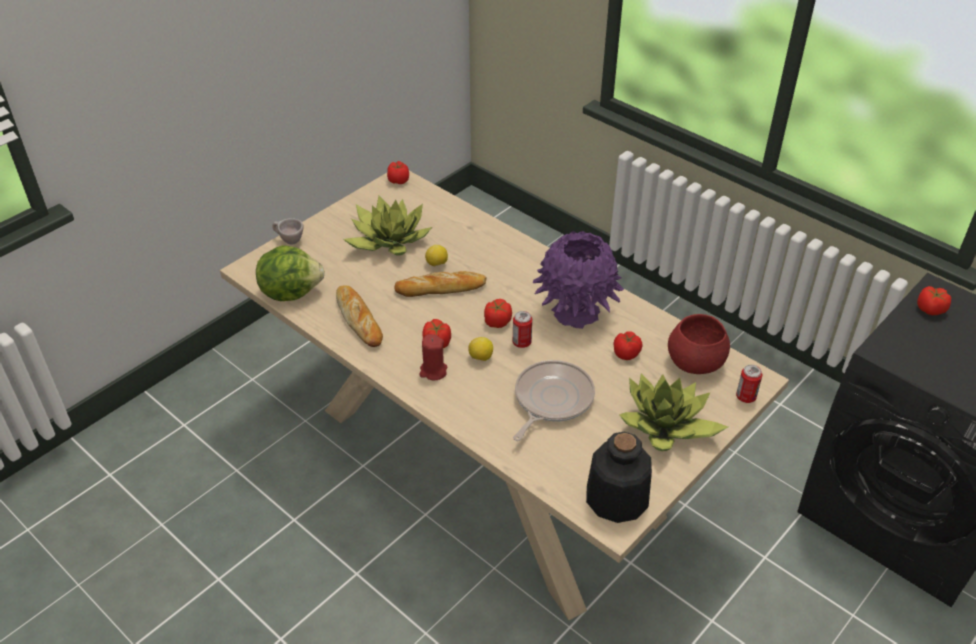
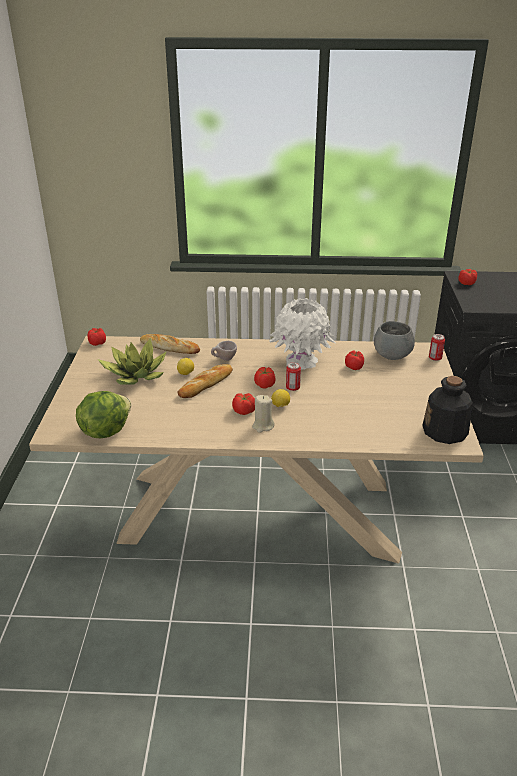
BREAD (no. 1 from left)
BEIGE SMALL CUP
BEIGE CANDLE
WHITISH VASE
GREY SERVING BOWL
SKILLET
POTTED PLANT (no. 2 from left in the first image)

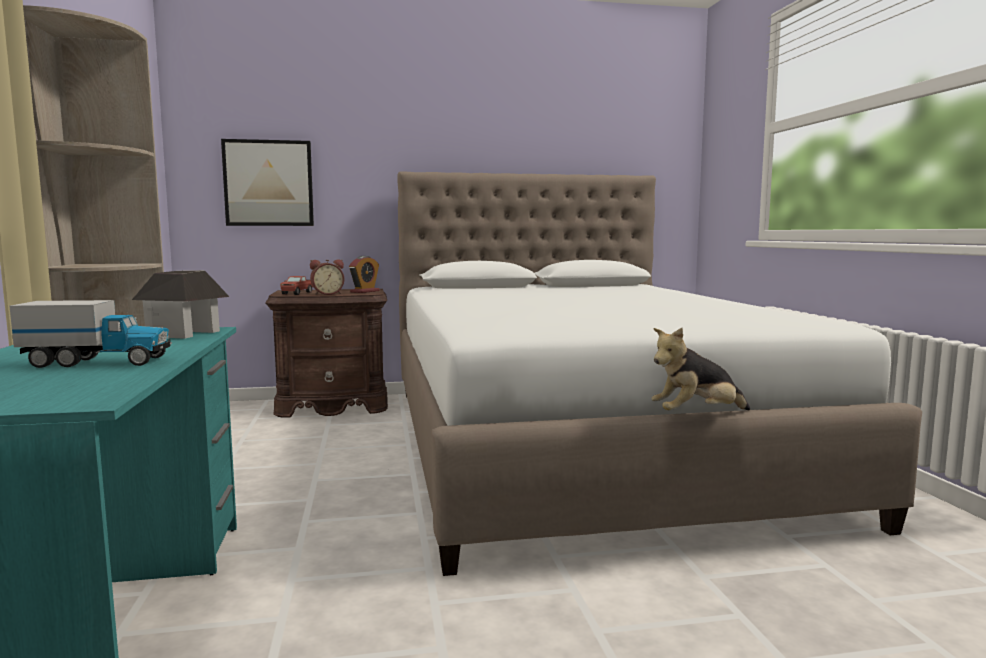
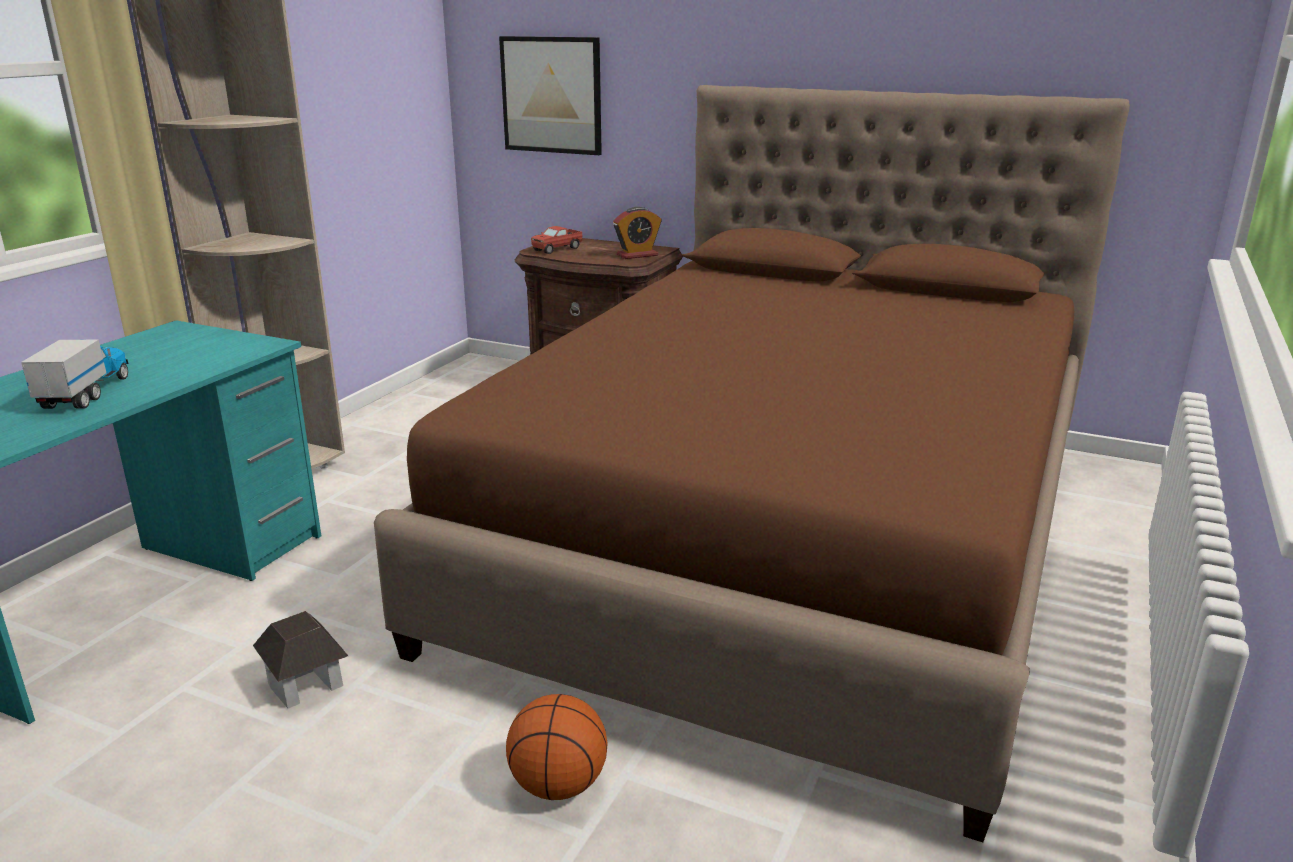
TOY LORRY (no. 1 from left)
MINIATURE HOUSE
BROWN-COLOURED SLEEPING BED
BASKETBALL BALL
ALARM CLOCK (no. 1 from left in the first image)
CUDDLY TOY

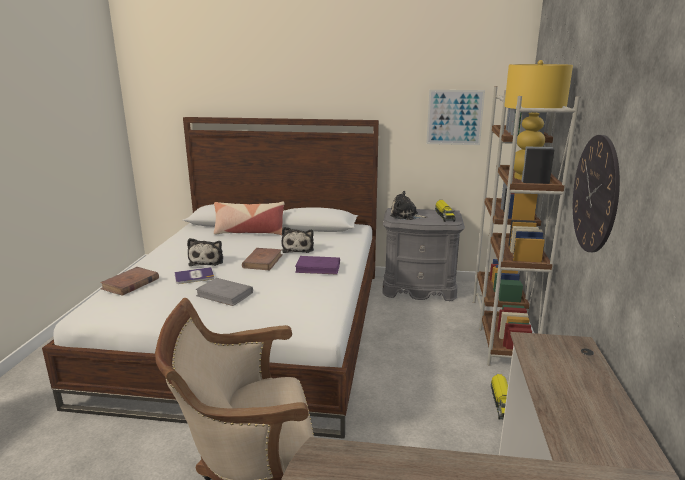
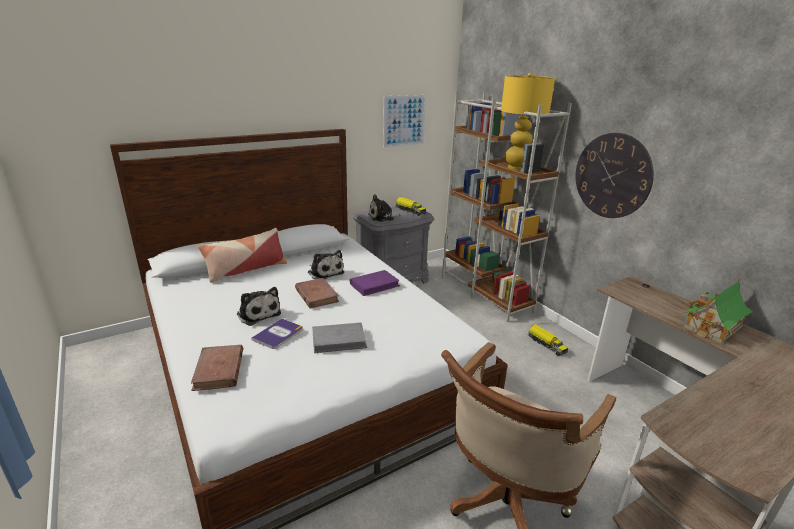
MINIATURE HOUSE

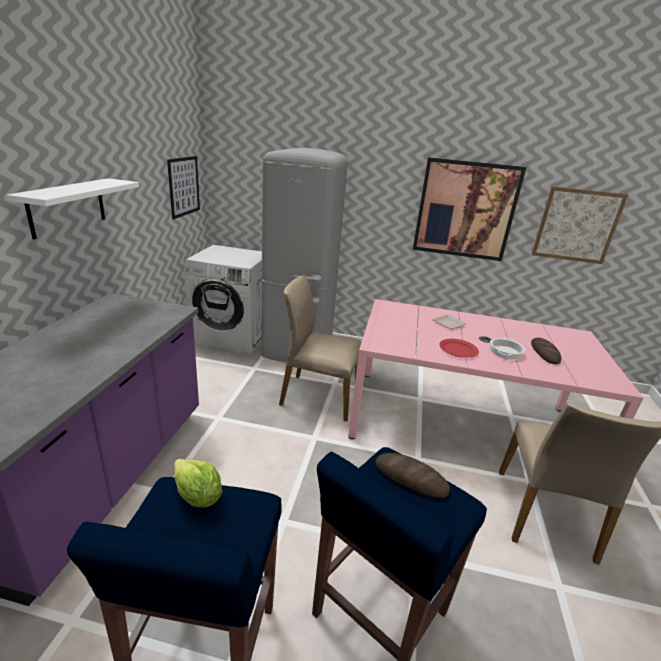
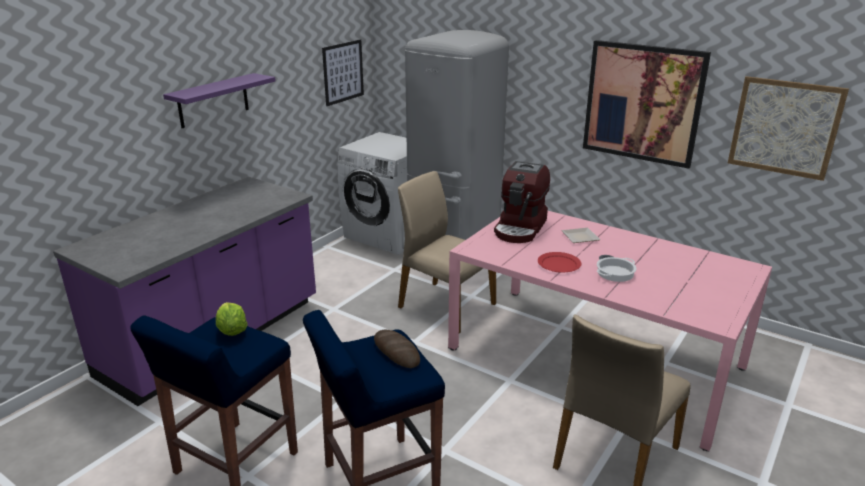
PURPLISH BRACKET SHELF
COFFEE BREWER
BREAD (no. 2 from left in the first image)

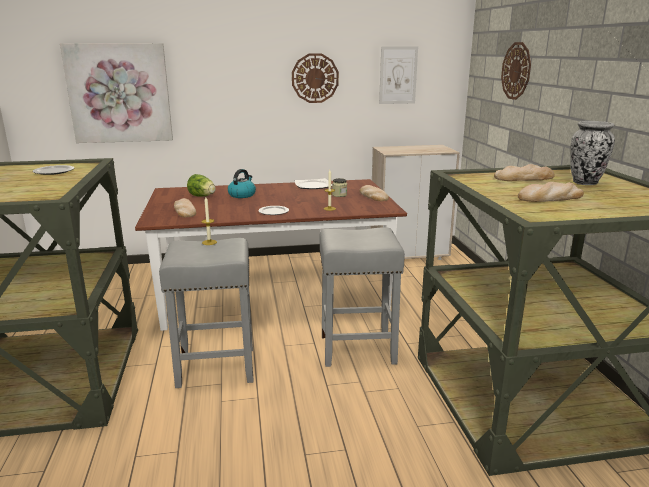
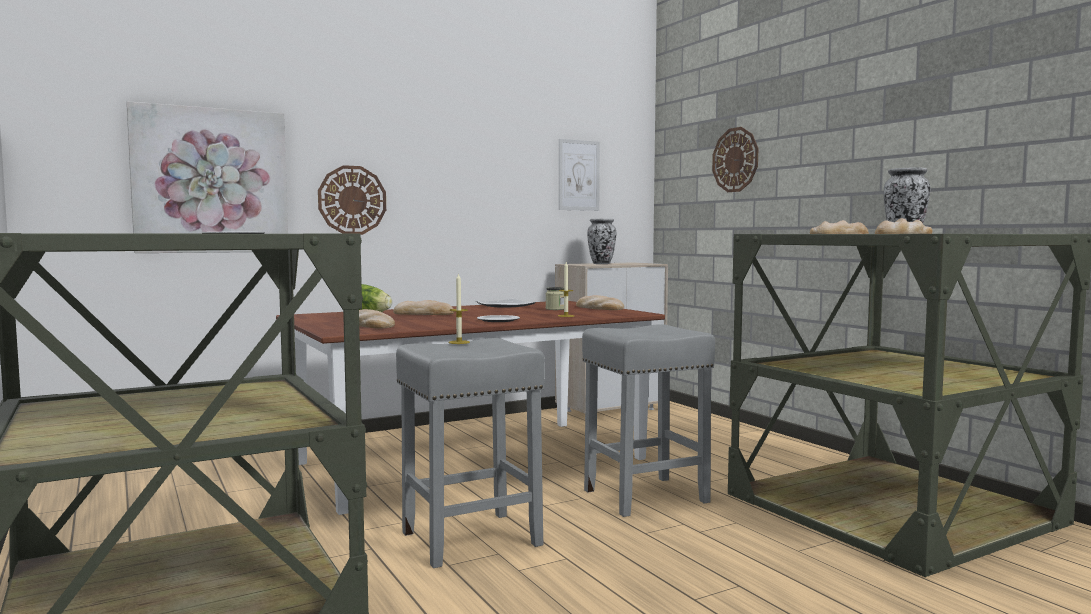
HANGING CLOCK (no. 1 from left)
BREAD (no. 2 from left)
VASE (no. 1 from left)

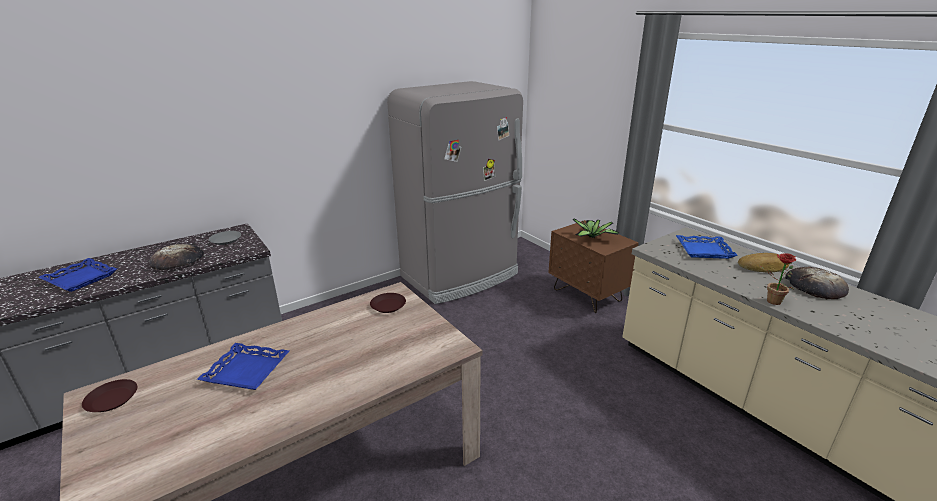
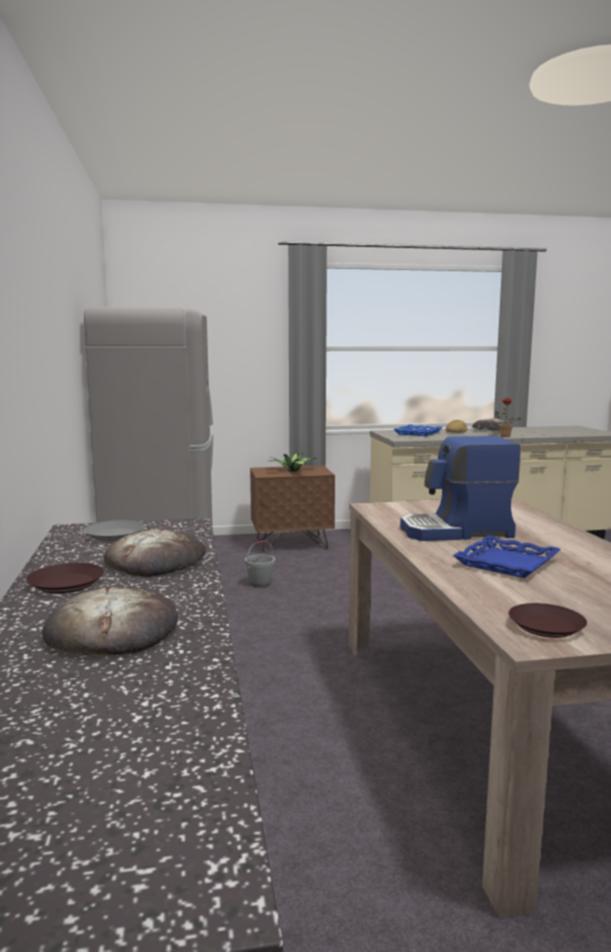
BROWN-COLOURED DINNER PLATE (no. 1 from left)
BREAD (no. 1 from left)
GREY PAIL
COFFEE BREWER

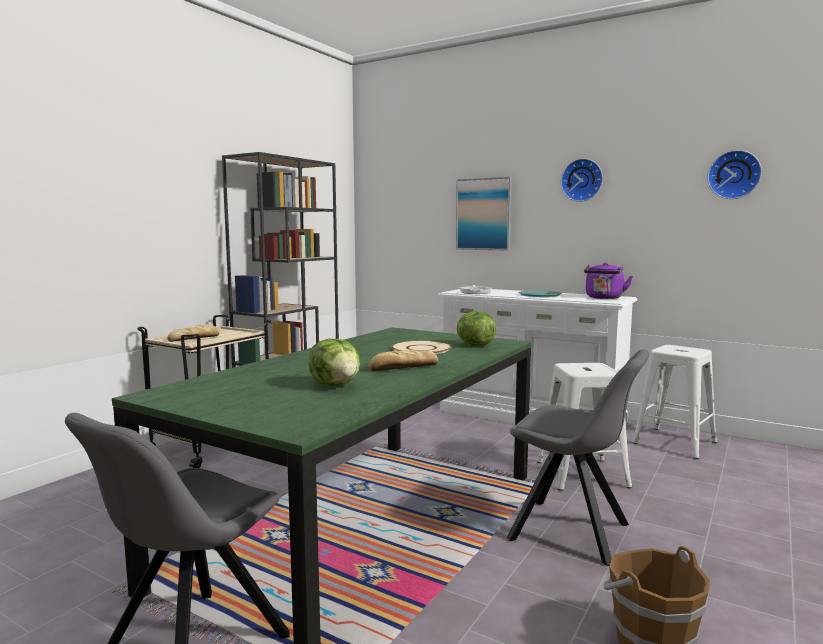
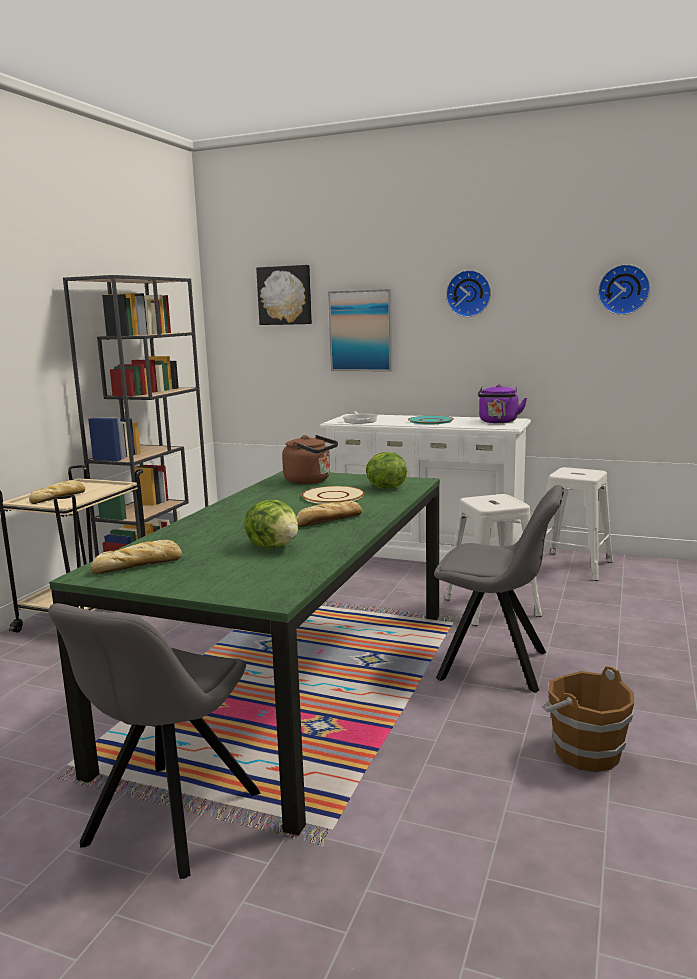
BREAD (no. 2 from left)
WALL ART (no. 1 from left)
BROWN-COLOURED WATER KETTLE

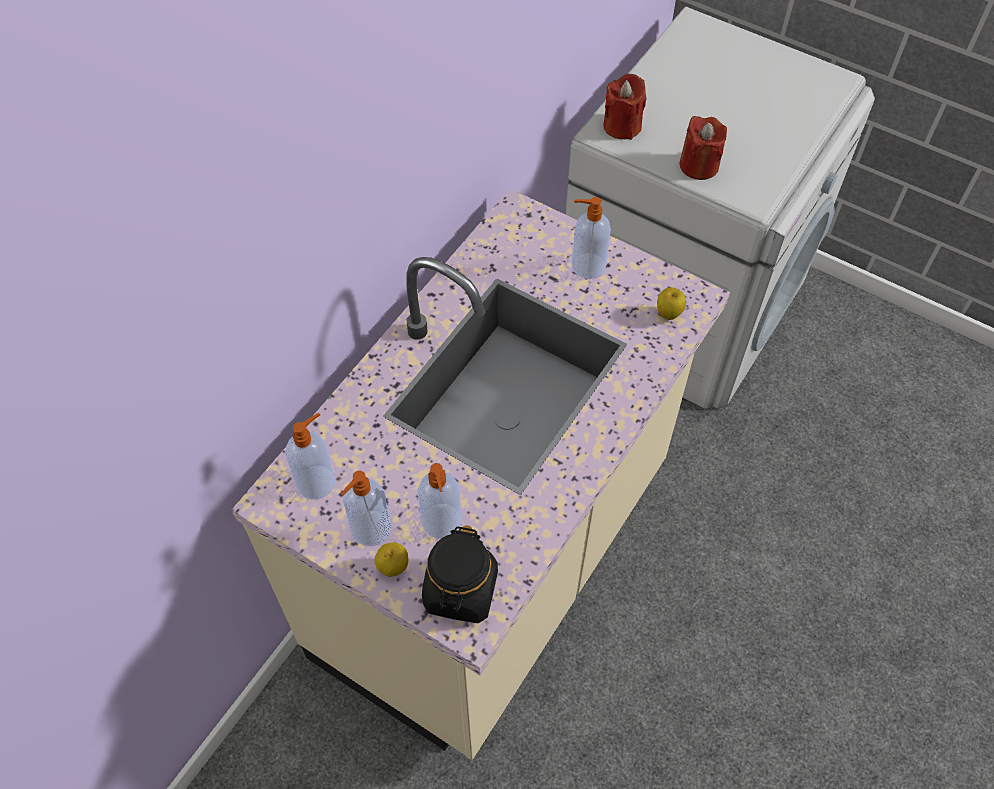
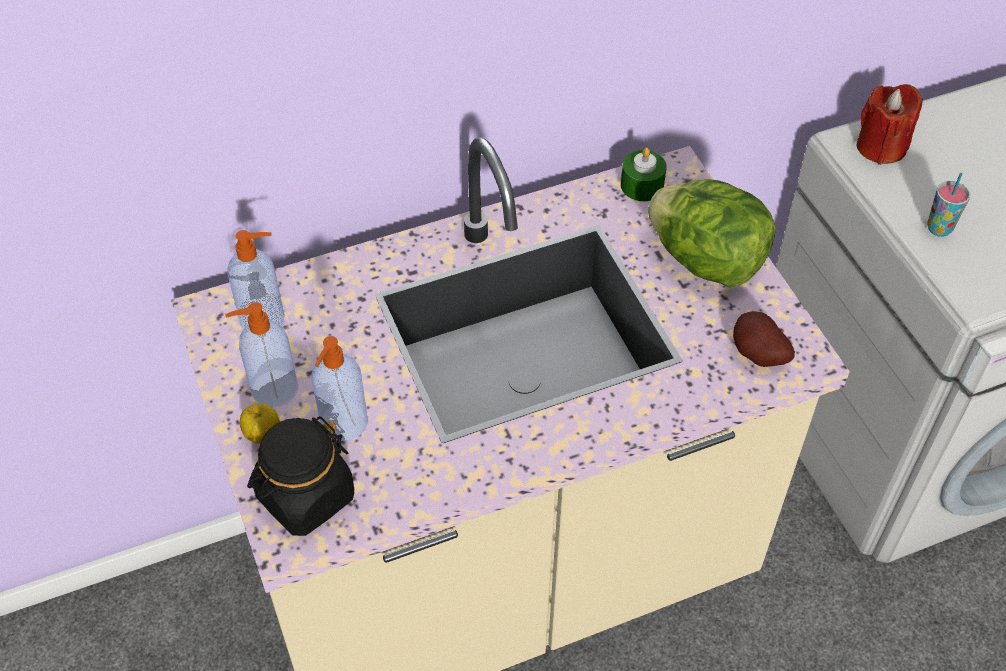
GREEN CANDLE
LETTUCE
POTATO
SMALL CUP

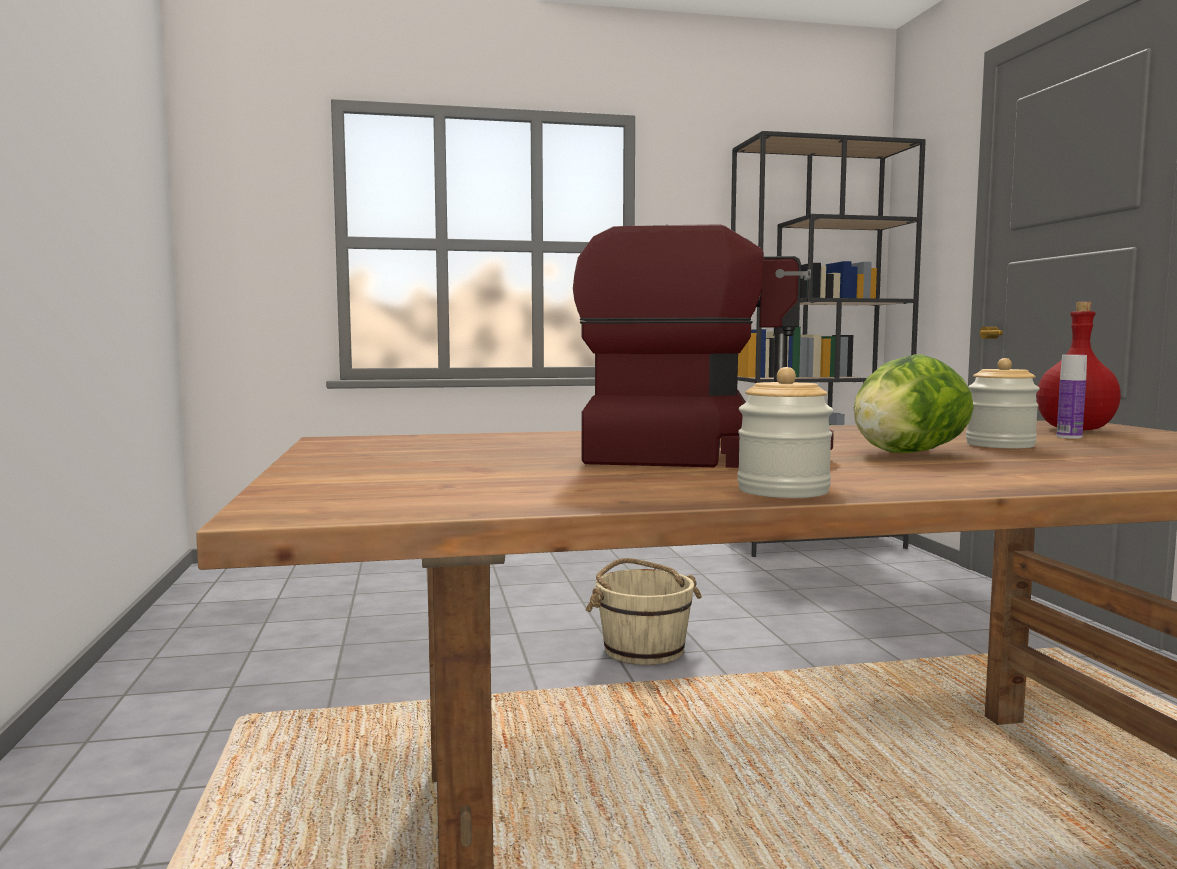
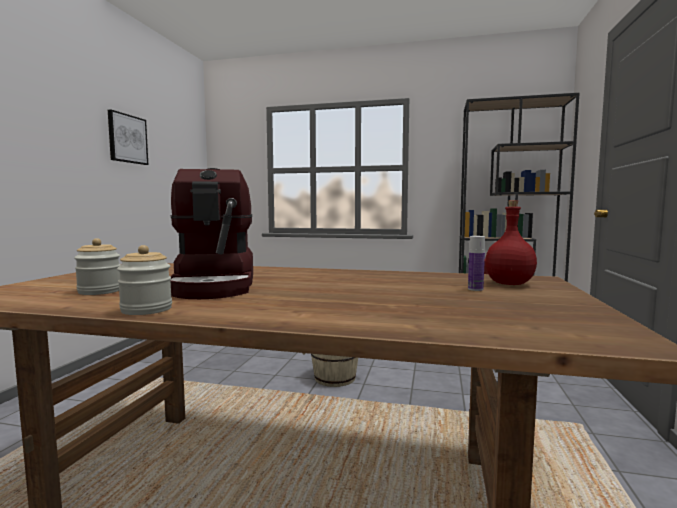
STORAGE JAR (no. 1 from left)
WALL ART
COFFEE BREWER
LETTUCE

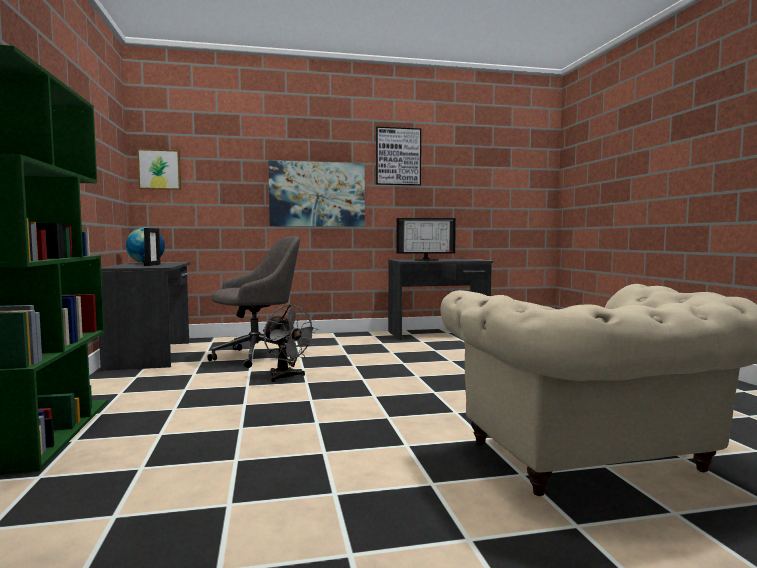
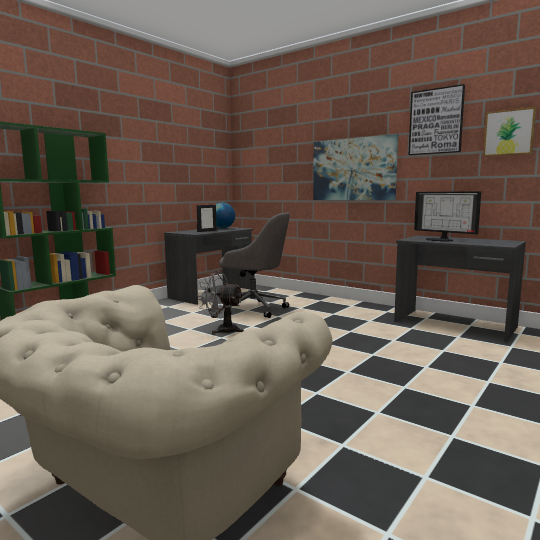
GREY FAN
WALL ART (no. 3 from left)

